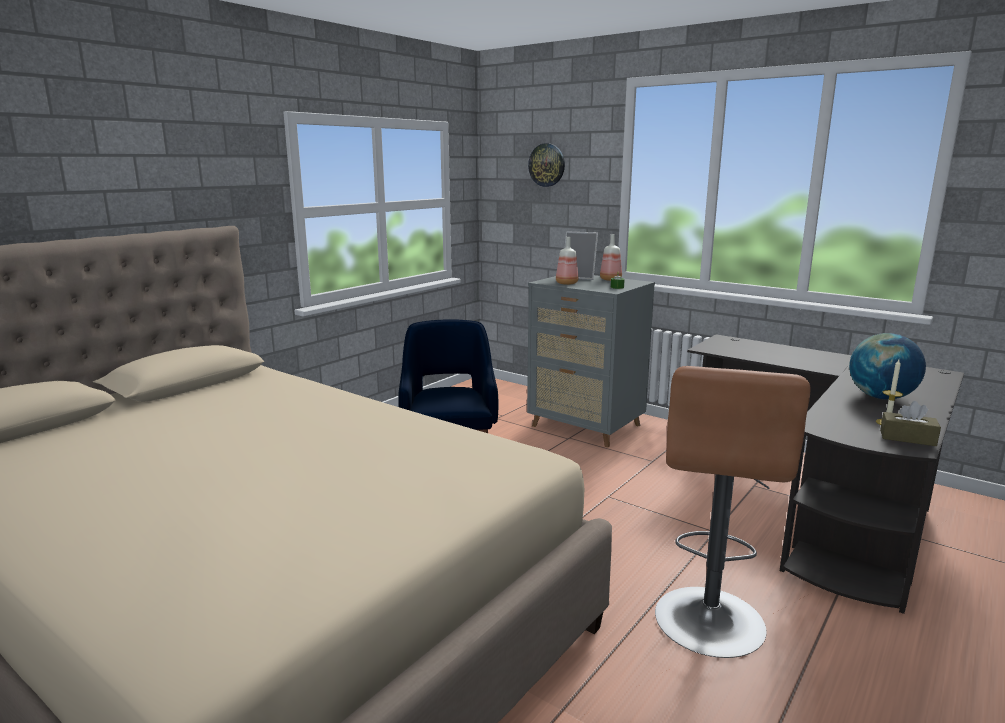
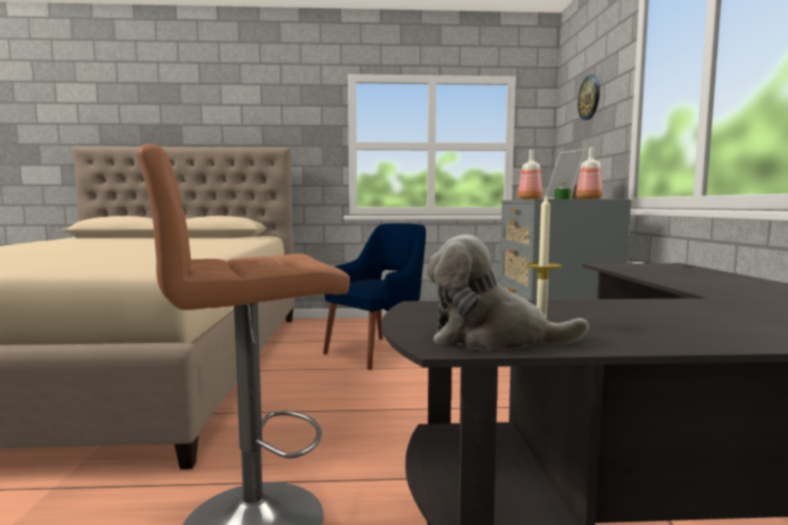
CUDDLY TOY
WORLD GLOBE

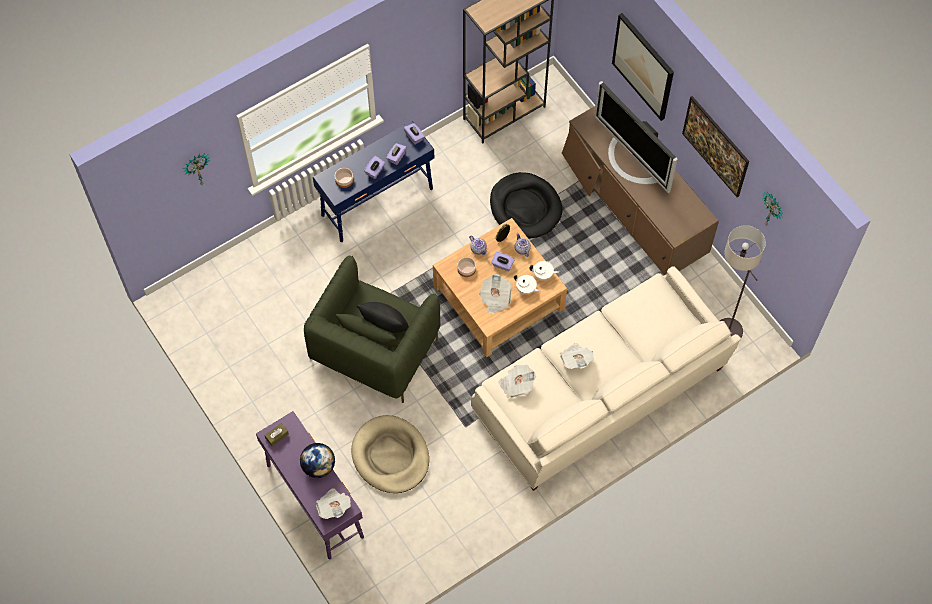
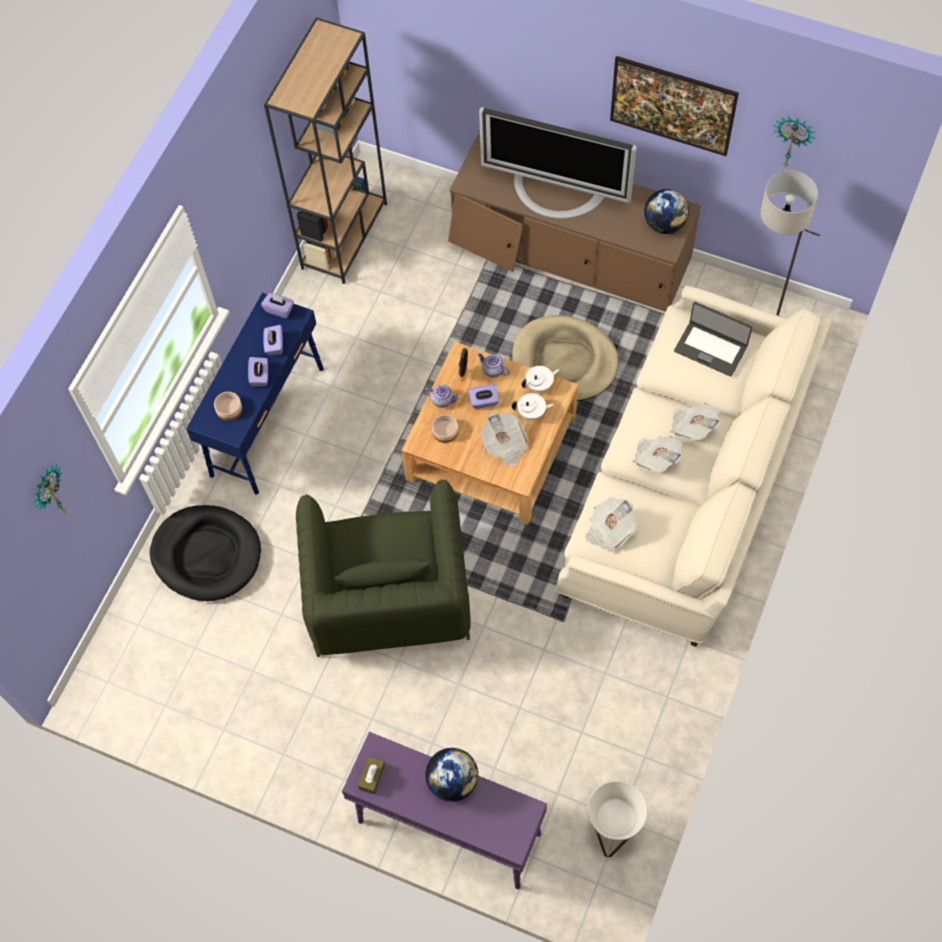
BLACK-COLOURED PET BED
BEIGE PET BED
PLANTER
WORLD GLOBE (no. 2 from left)
PRINTED PAPER (no. 4 from left)
PORTABLE COMPUTER
BLACK-COLOURED THROW PILLOW
WALL ART (no. 1 from left in the first image)

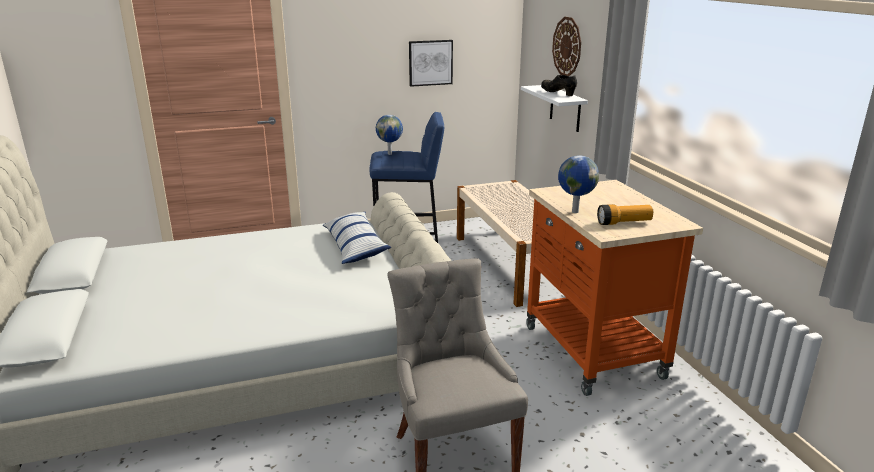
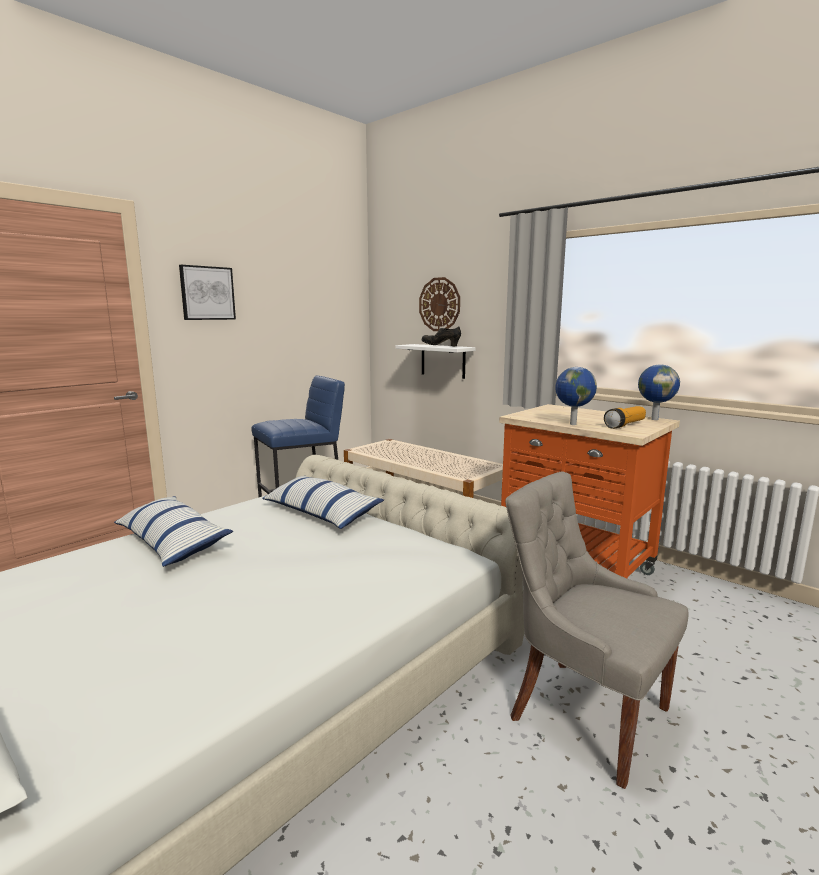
THROW PILLOW (no. 1 from left)
WALL ART
WORLD GLOBE (no. 2 from left)

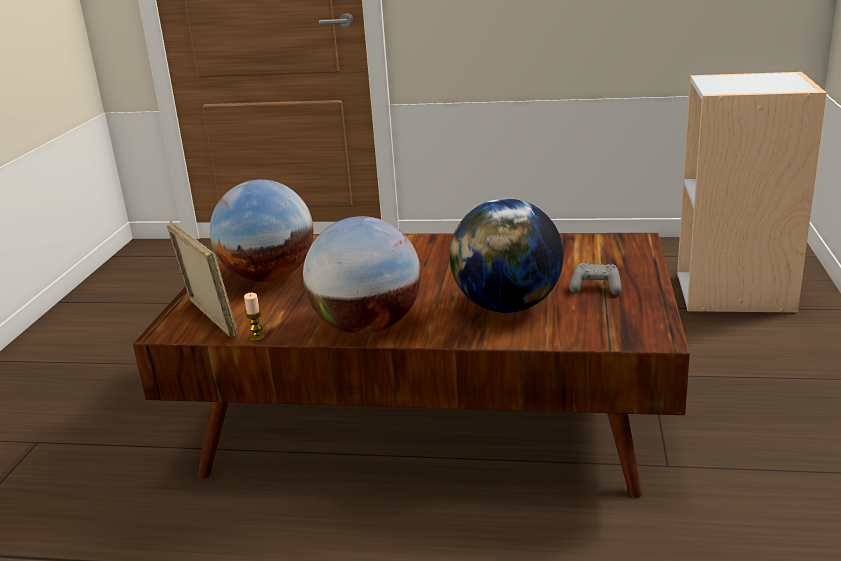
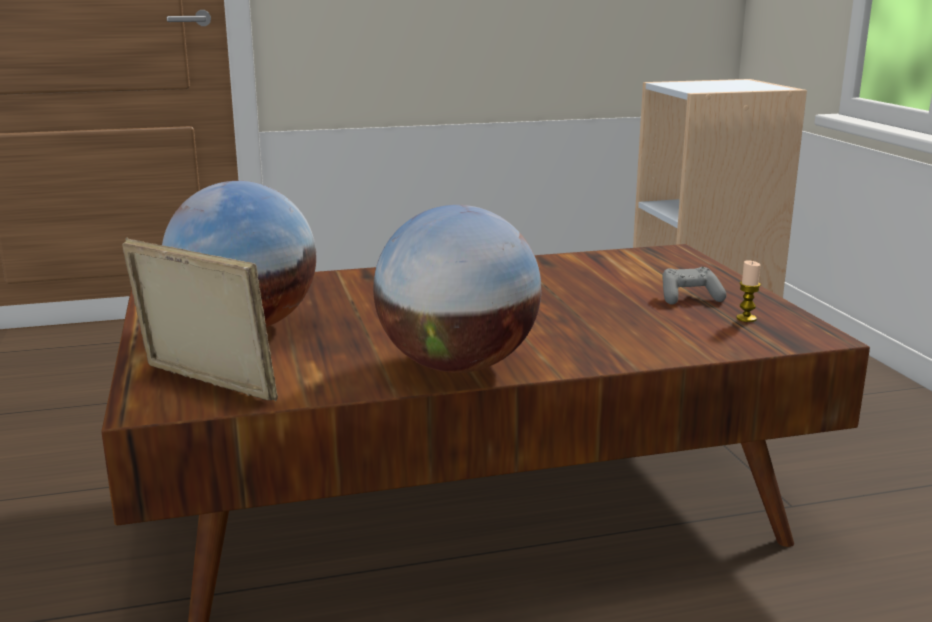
CANDLE
WORLD GLOBE (no. 3 from left in the first image)

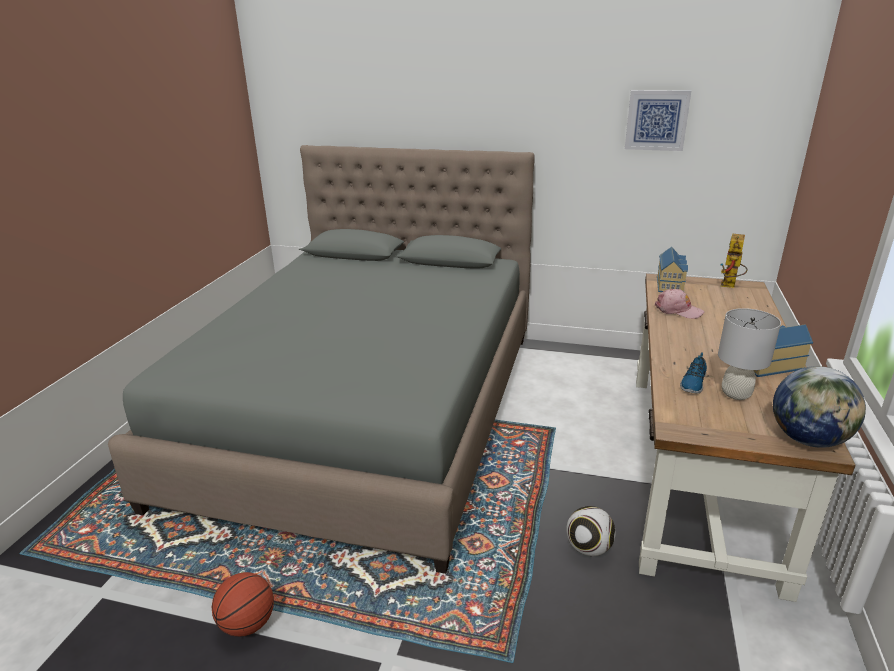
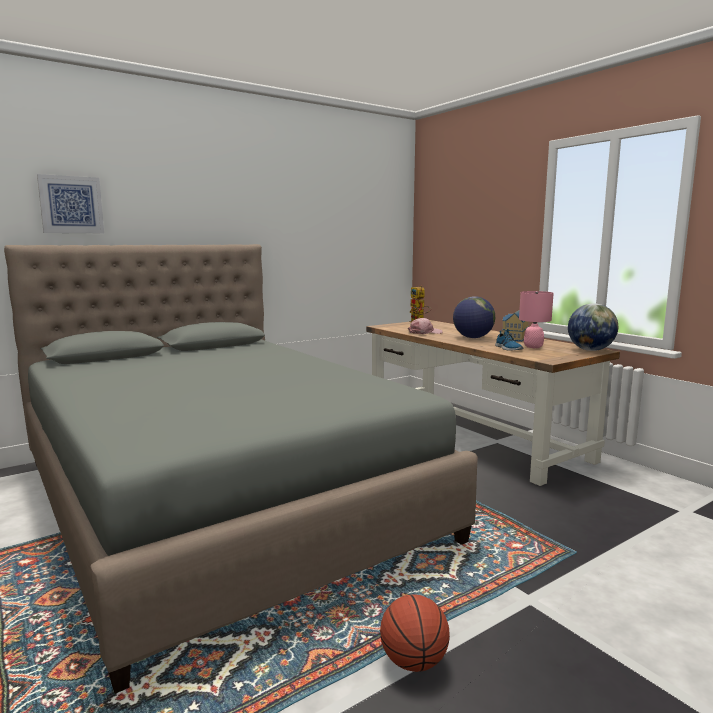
WALL ART
WORLD GLOBE (no. 1 from left)
PINK-COLOURED TABLE LAMP
BALL FOR FOOTBALL
MINIATURE HOUSE (no. 1 from left in the first image)

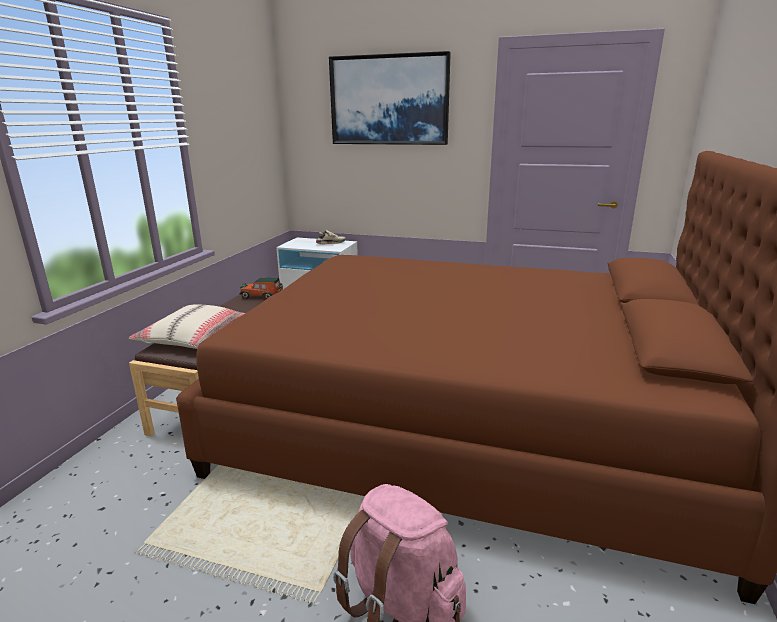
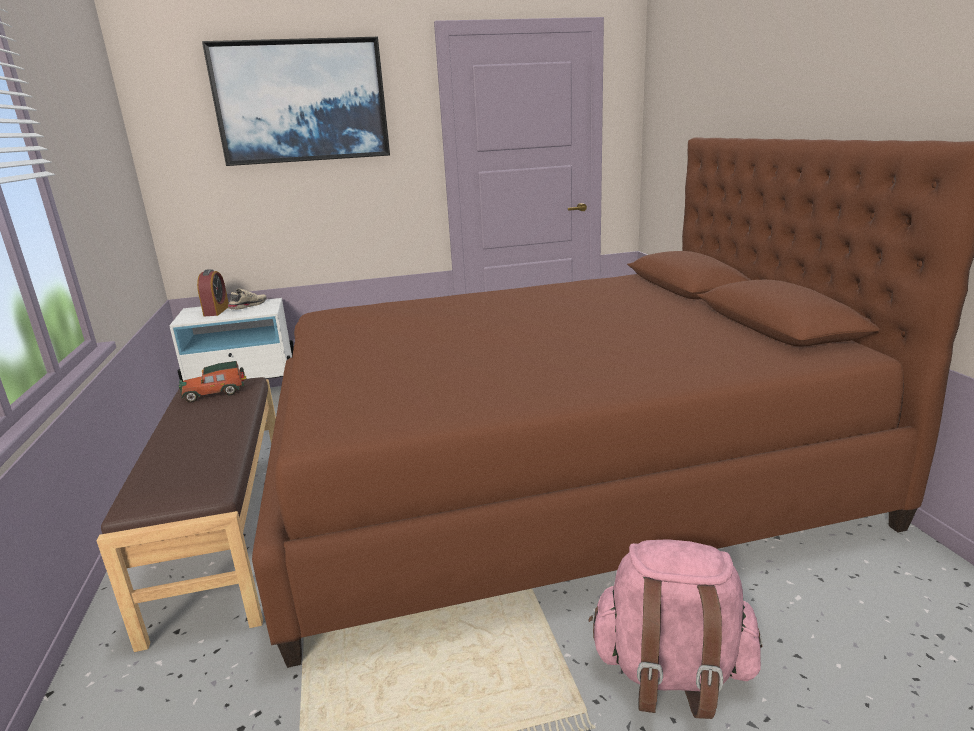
ALARM CLOCK
BEIGE THROW PILLOW

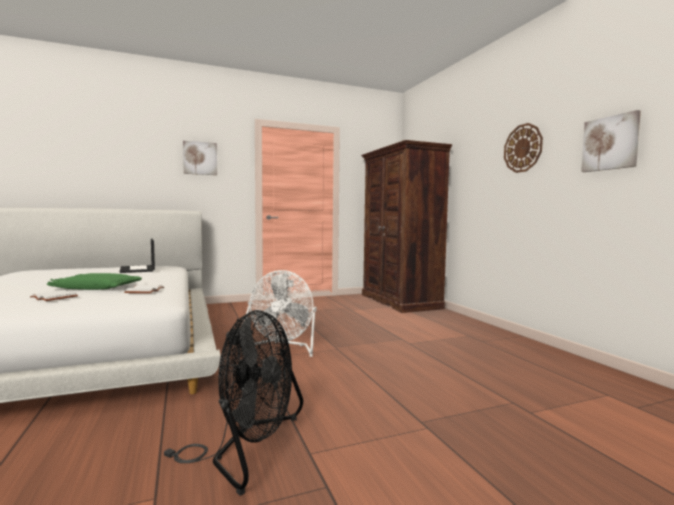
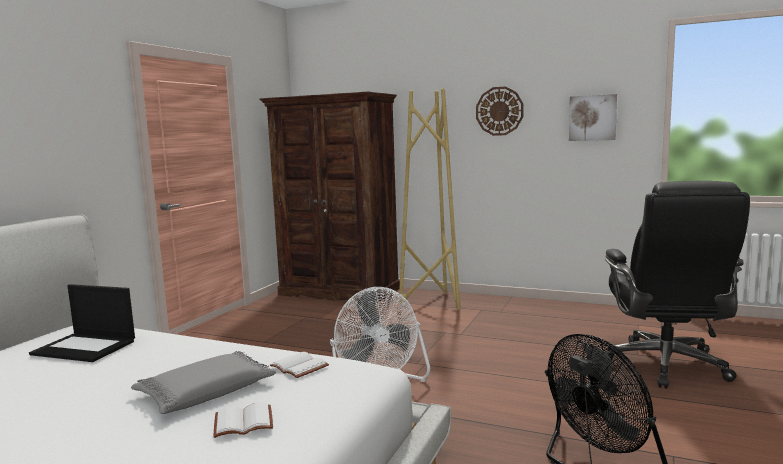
GREY THROW PILLOW
YELLOW GARMENT RACK
BLACK-COLOURED COMPUTER CHAIR
WALL ART (no. 1 from left in the first image)

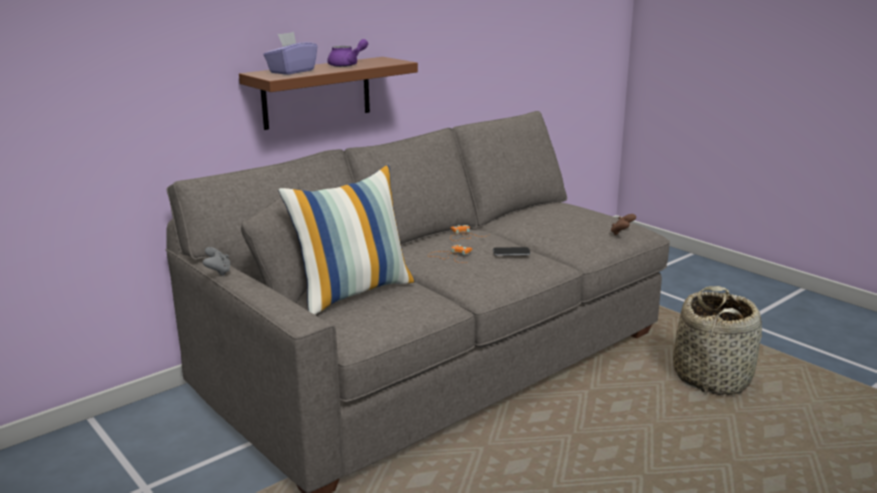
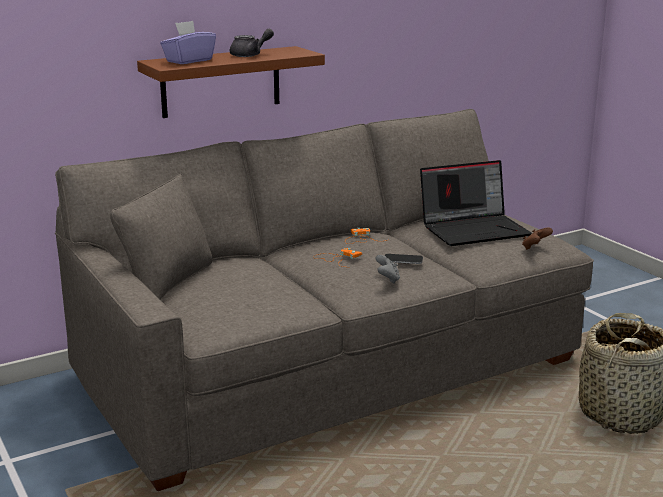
GREY POT FOR TEA
GREY JOYPAD
PORTABLE COMPUTER
THROW PILLOW

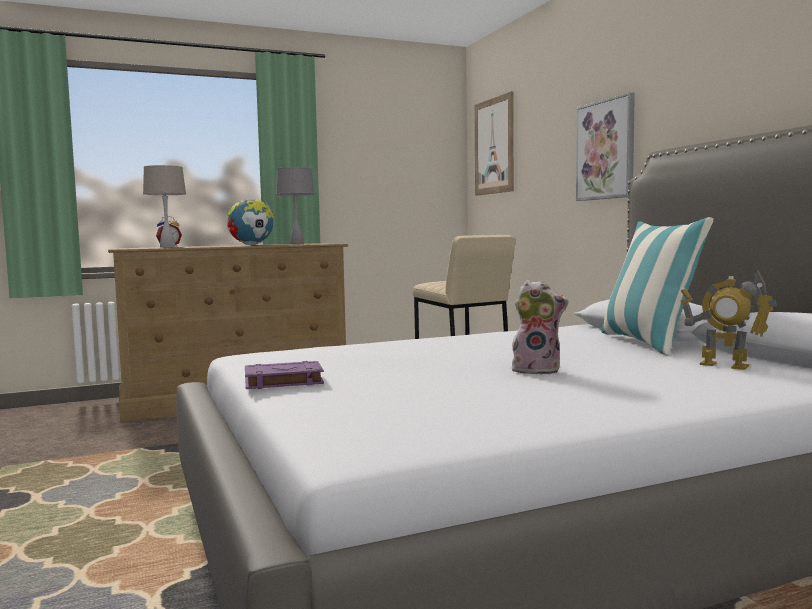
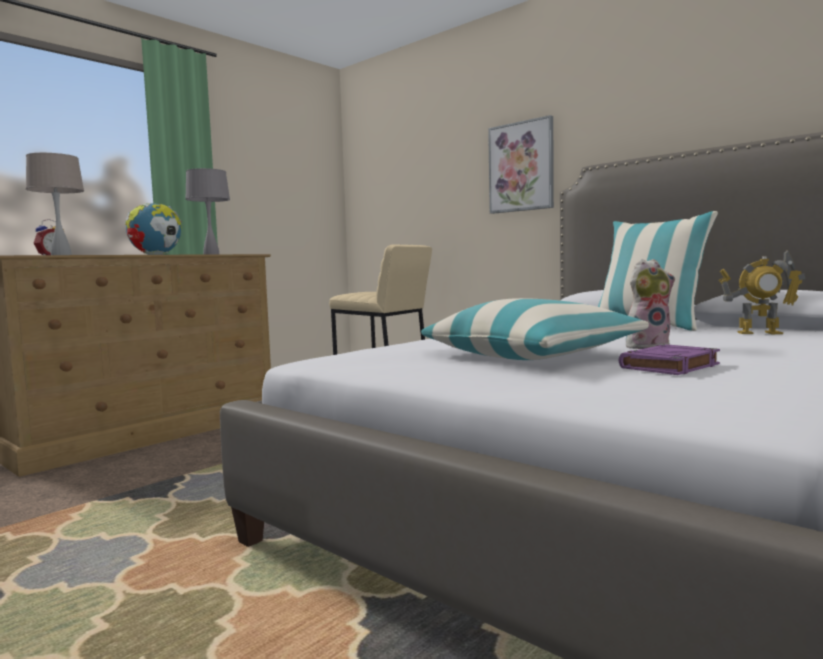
THROW PILLOW (no. 1 from left)
PURPLISH BOOK
WALL ART (no. 1 from left in the first image)

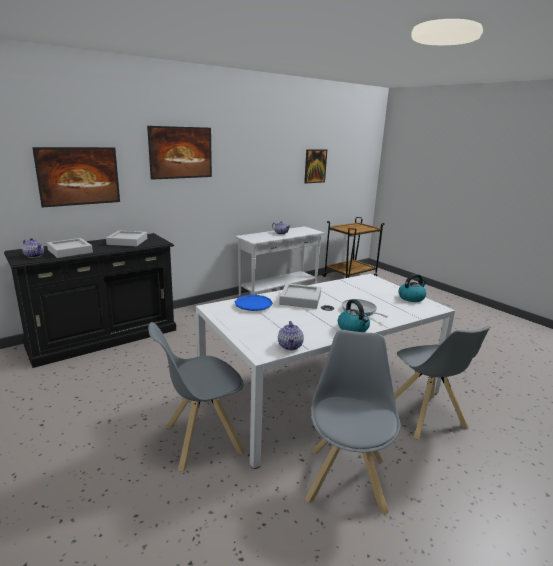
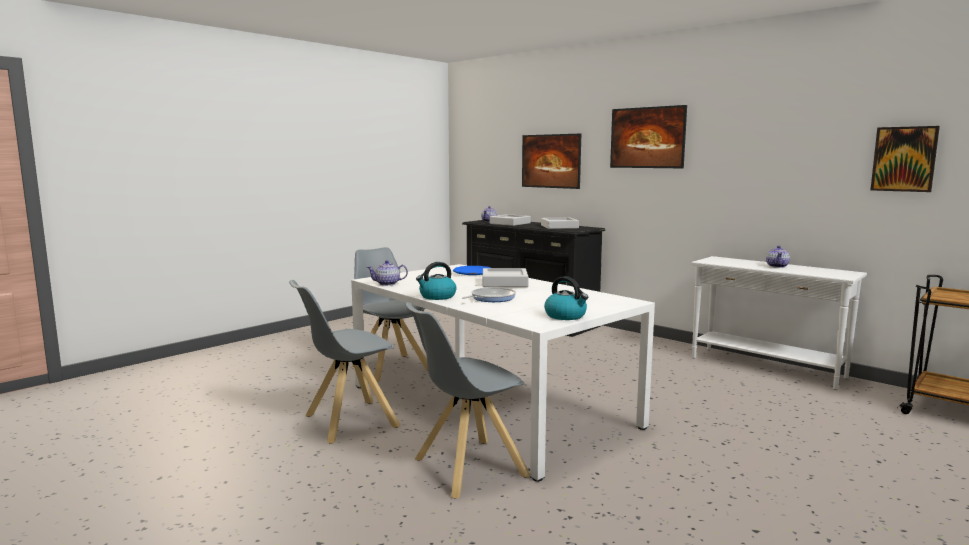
GREY CHAIR (no. 1 from left)

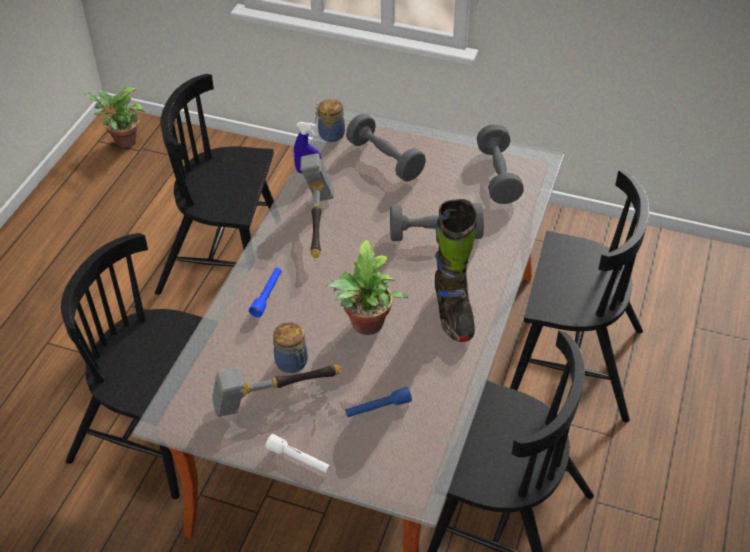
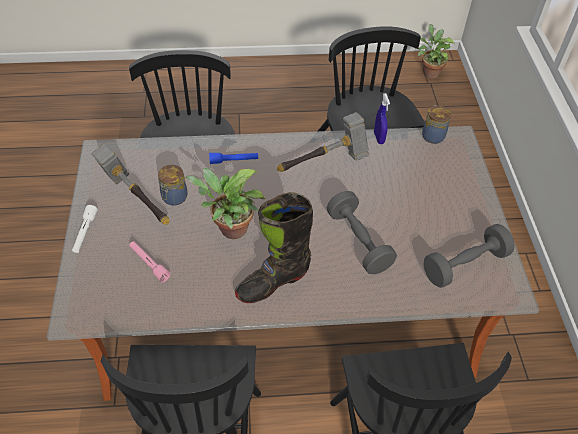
PINK-COLOURED FLASHLIGHT
GREY FREE WEIGHT (no. 1 from left in the first image)

